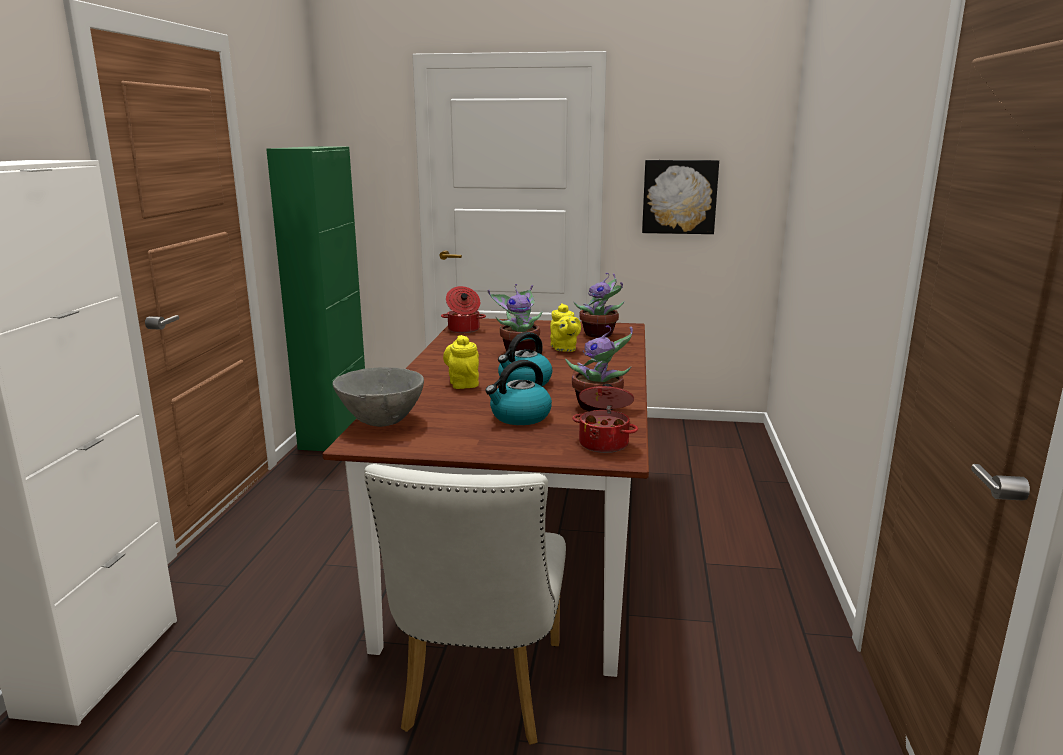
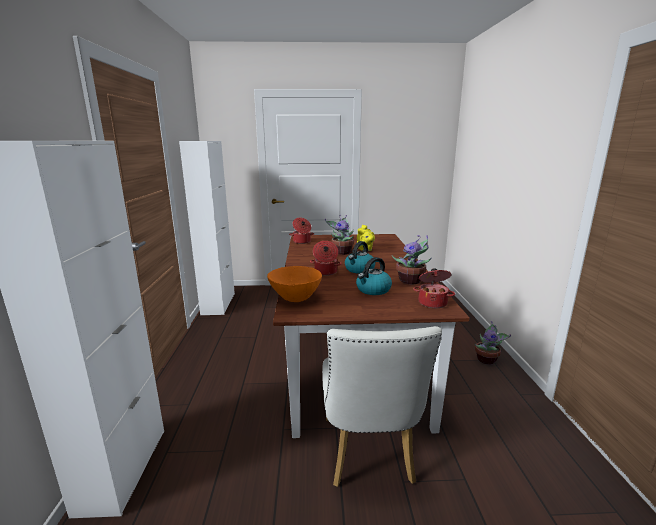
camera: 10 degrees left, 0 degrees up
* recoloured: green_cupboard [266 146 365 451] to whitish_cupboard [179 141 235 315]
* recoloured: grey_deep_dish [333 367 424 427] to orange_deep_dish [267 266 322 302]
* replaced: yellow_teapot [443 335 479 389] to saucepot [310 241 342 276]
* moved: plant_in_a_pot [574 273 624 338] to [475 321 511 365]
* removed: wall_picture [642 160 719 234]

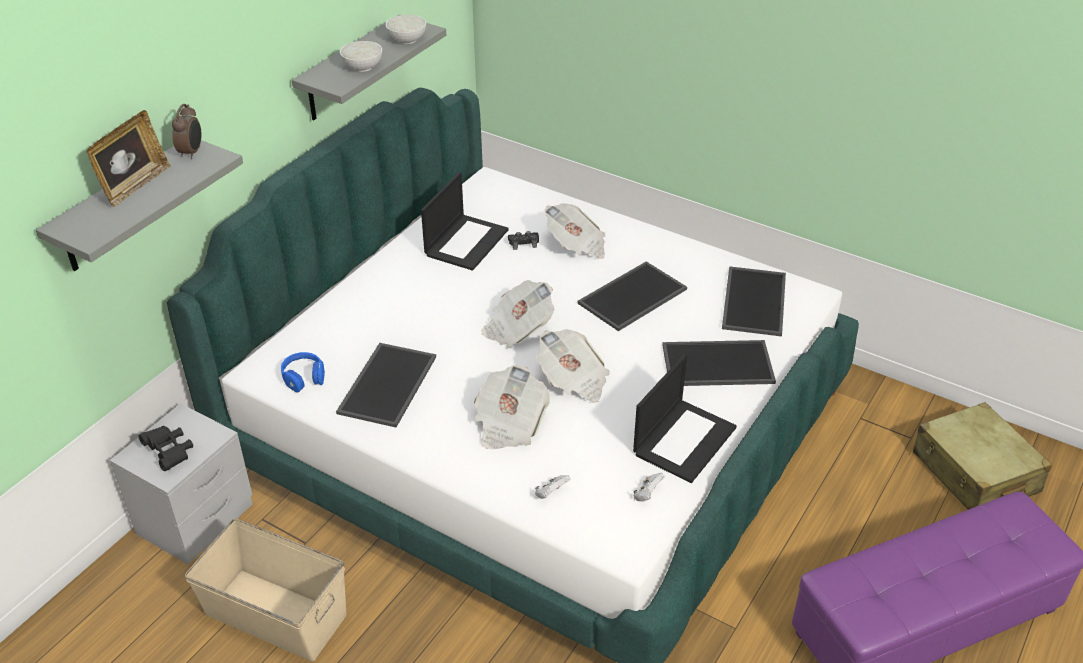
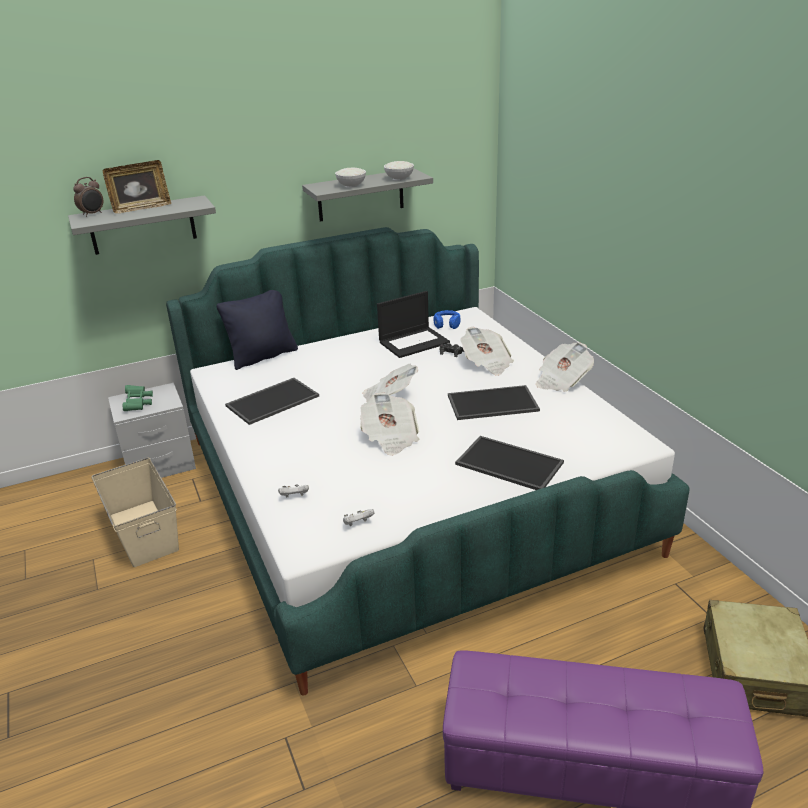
camera: 35 degrees right, 10 degrees down
* moved: bedside_clock [172 104 201 159] to [73 177 103 217]
* recoloured: black_binoculars [138 426 193 471] to green_binoculars [123 385 153 411]
* added: black_cushion [216 290 298 370]
* moved: blue_headset [281 352 325 393] to [433 310 461 329]
* moved: printed_paper [474 365 550 450] to [536 342 594 392]
* removed: notebook_computer [633 354 737 483]
* removed: carrying_tray [722 266 786 337]

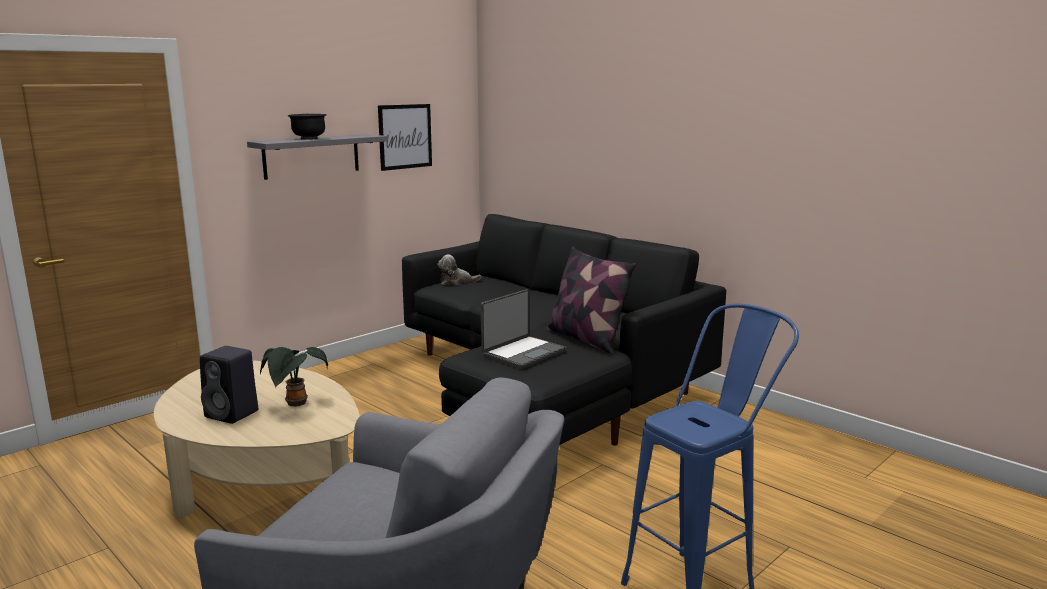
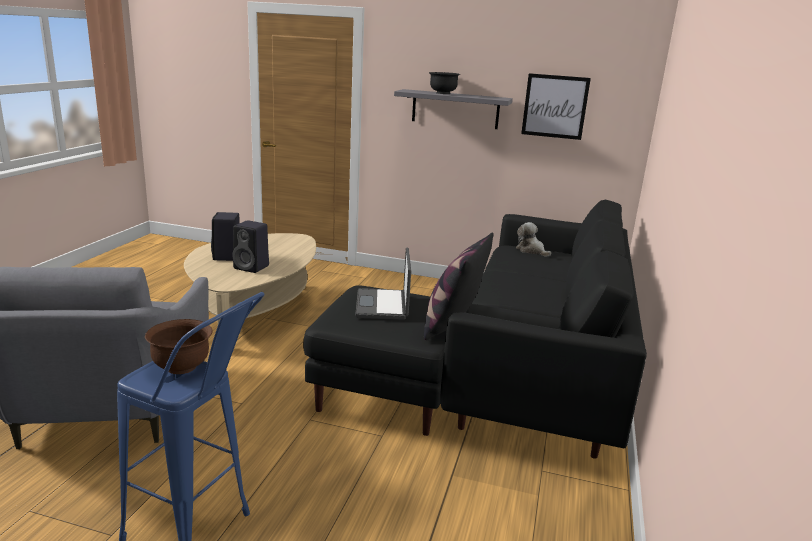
camera: 60 degrees right, 5 degrees up
* added: brown-coloured_deep_dish [145 319 213 374]
* replaced: plant_in_a_pot [260 347 328 407] to black_loudspeaker [232 220 269 273]
* turned: notebook_computer [481 289 566 369] = [355 248 411 320] 75 degrees clockwise

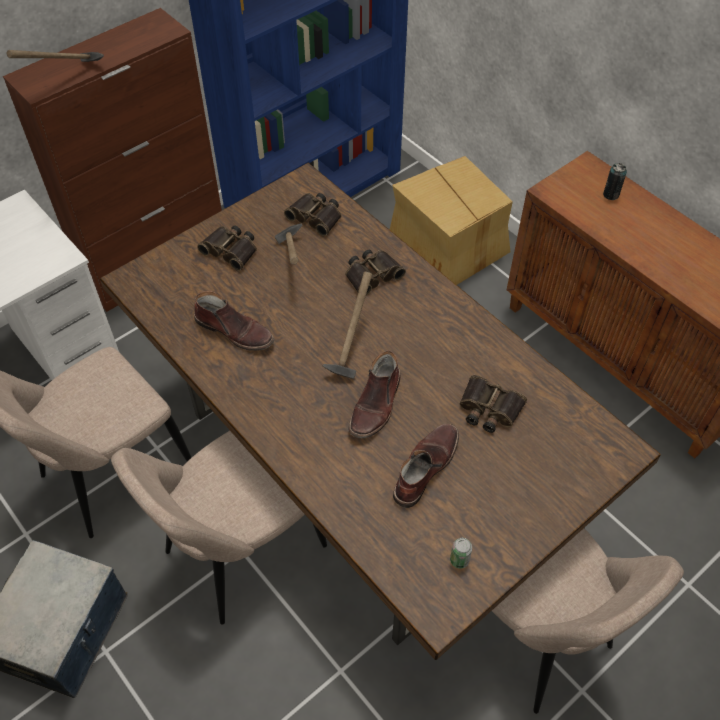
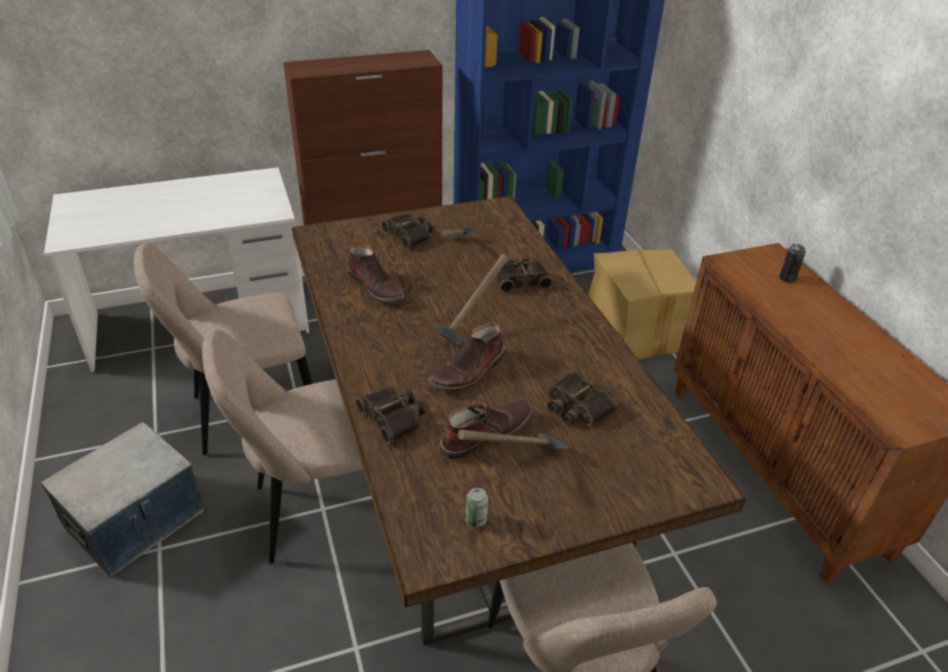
camera: 20 degrees right, 15 degrees down
* moved: binoculars [284 193 341 236] to [356 386 425 444]
* moved: hammer [7 50 104 62] to [458 430 569 449]

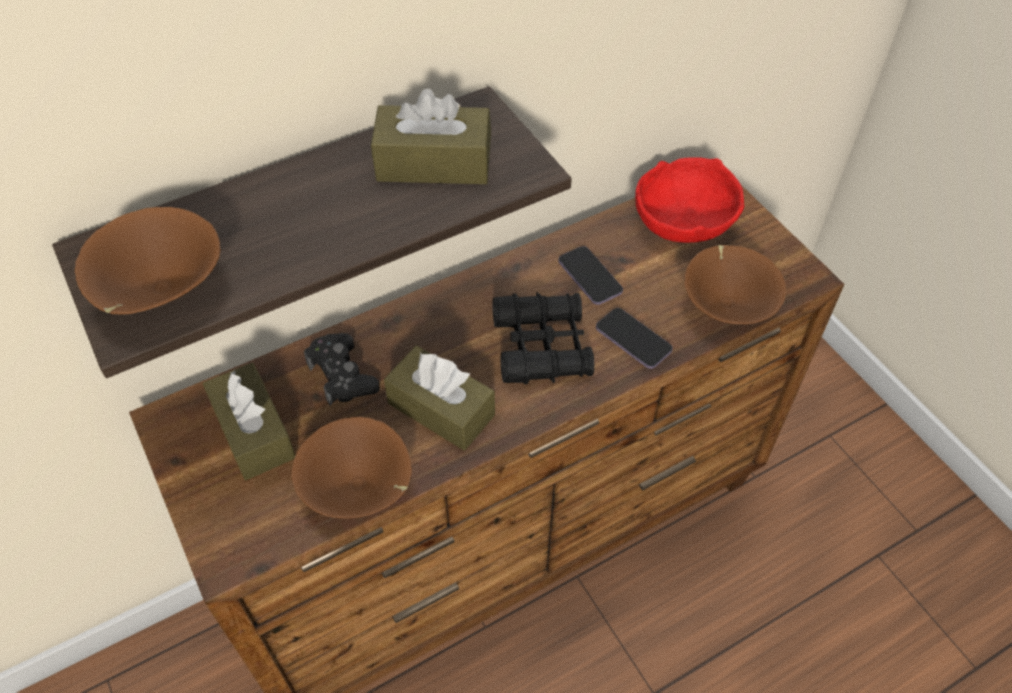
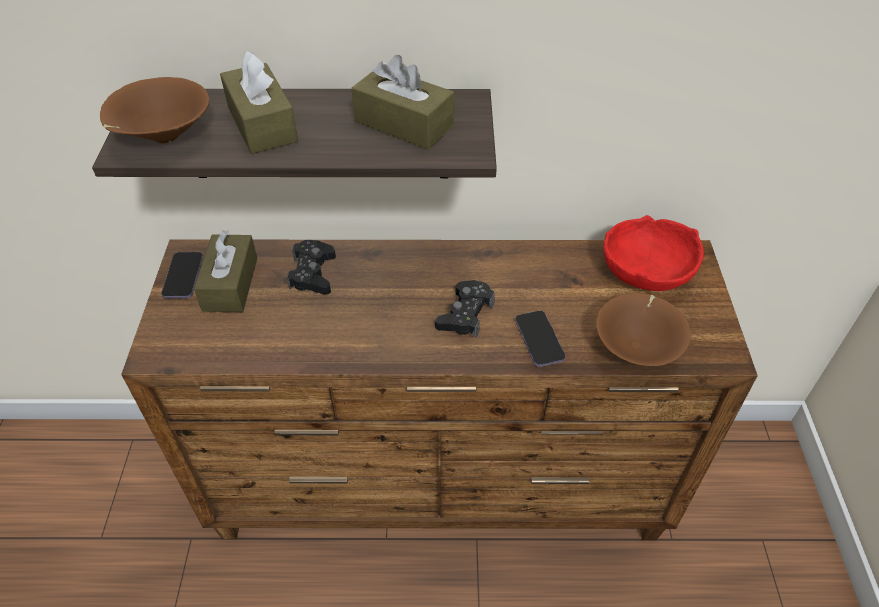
camera: 30 degrees right, 5 degrees down
* moved: handset [558 246 623 305] to [161 252 203 298]
* moved: brown-coloured_tissue_box [384 346 495 450] to [220 51 298 154]
* replaced: black_binoculars [492 292 594 384] to black_gamepad [435 280 495 338]
* removed: brown-coloured_deep_dish [291 417 412 519]

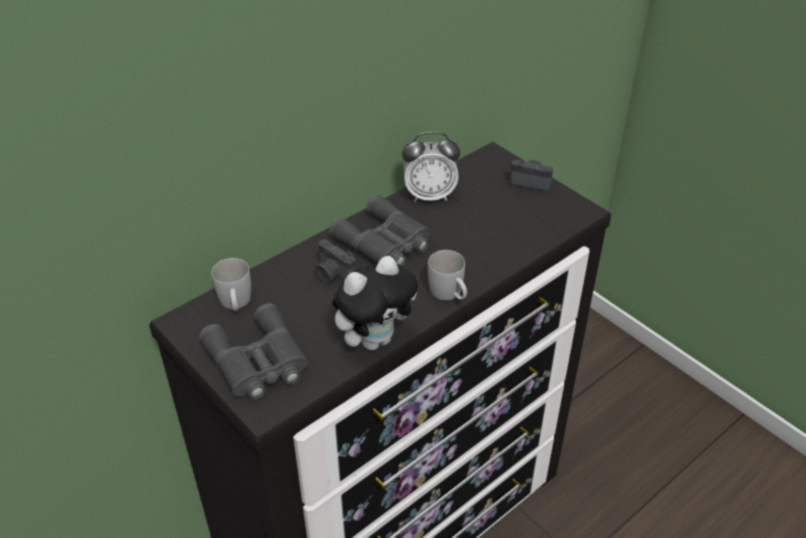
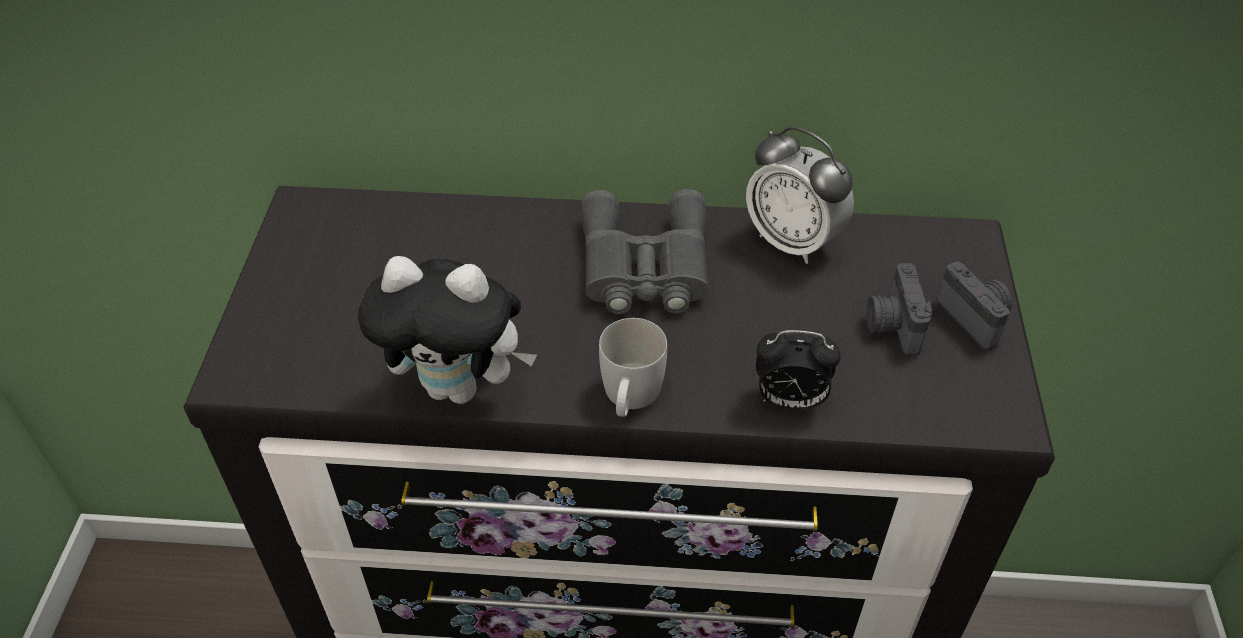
camera: 45 degrees right, 5 degrees up
* added: bedside_clock [756 330 841 411]
* moved: still_camera [315 239 356 284] to [866 263 932 356]
* removed: grey_binoculars [199 303 308 399]
* removed: whitish_tea_mug [211 258 251 311]

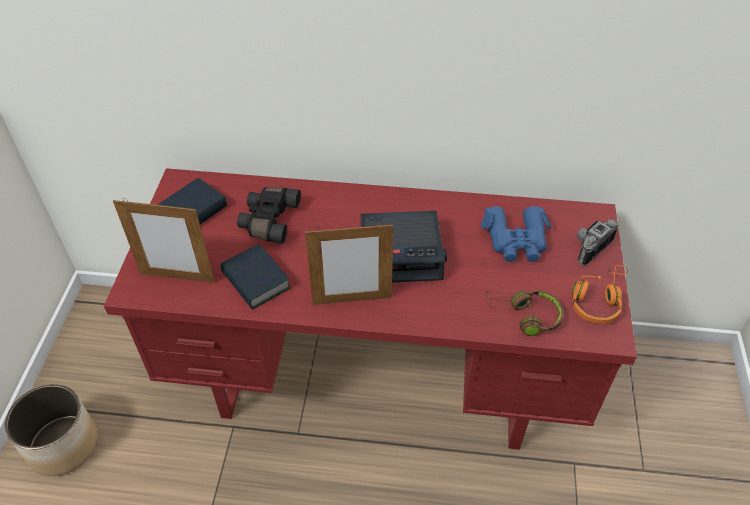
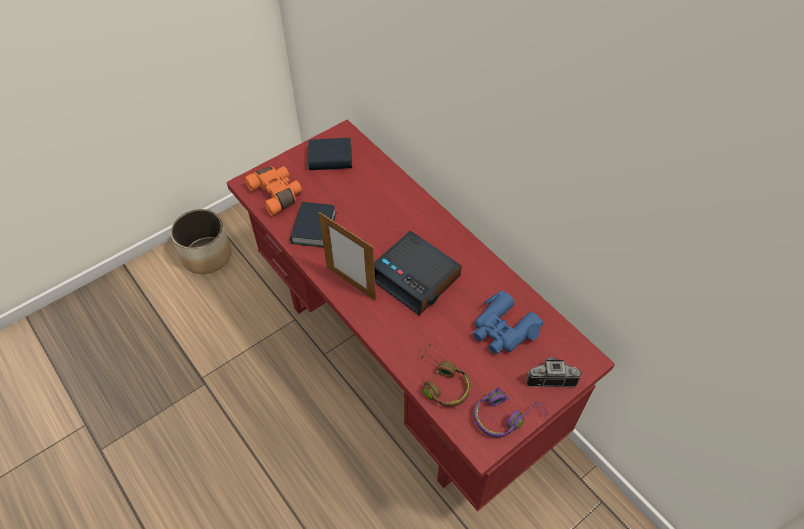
camera: 45 degrees right, 5 degrees up
* replaced: photo_frame [113 198 215 283] to orange_binoculars [244 166 302 215]
* recoloured: orange_headset [572 265 628 324] to purplish_headset [474 387 547 438]
* removed: black_binoculars [237 187 301 244]

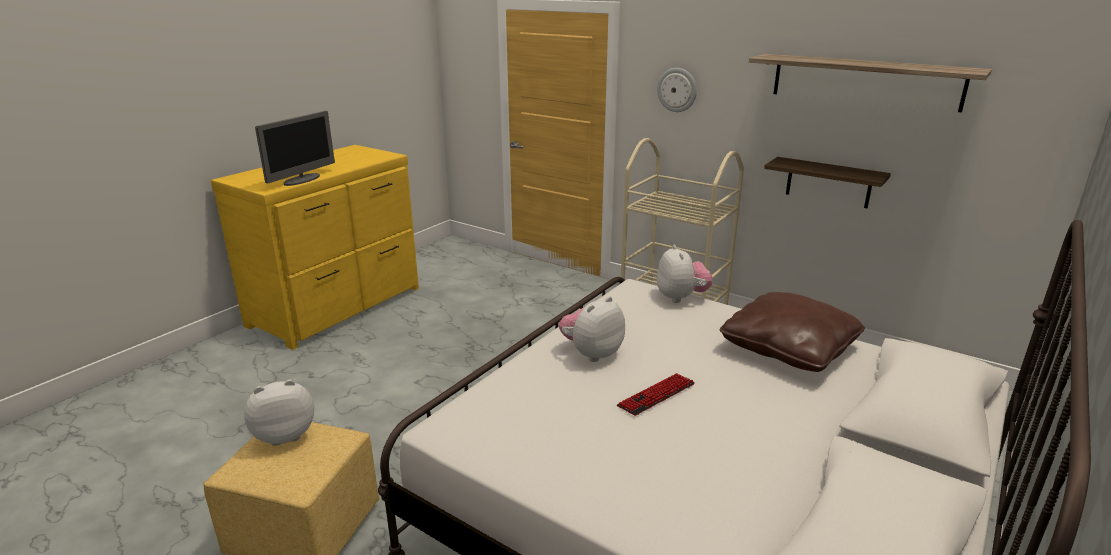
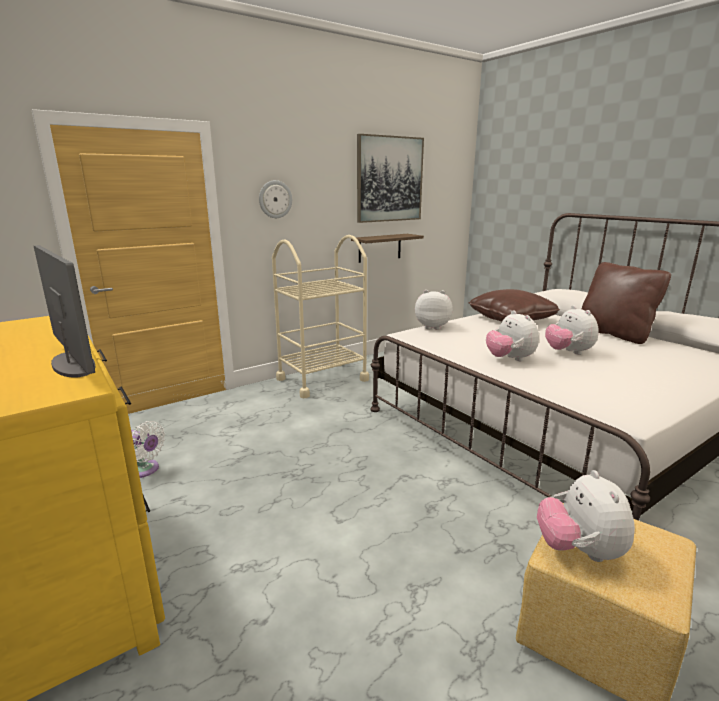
camera: 70 degrees left, 5 degrees down
* added: whitish_fan [131 421 165 478]
* replaced: wall_shelf [749 54 992 112] to wall_picture [357 134 424 223]
* replaced: computer_keyboard [617 373 695 416] to soft_toy [545 306 599 355]
* added: brown-coloured_cushion [582 262 671 344]

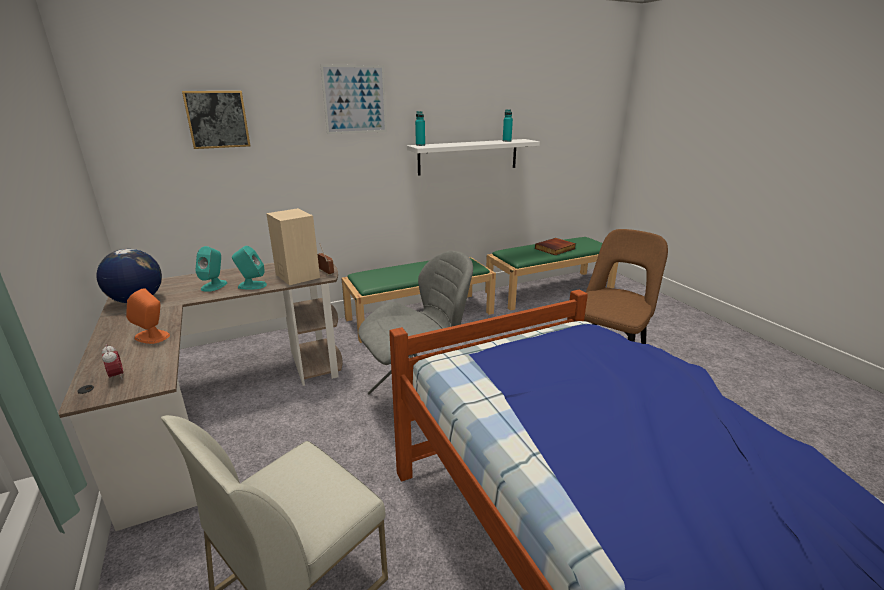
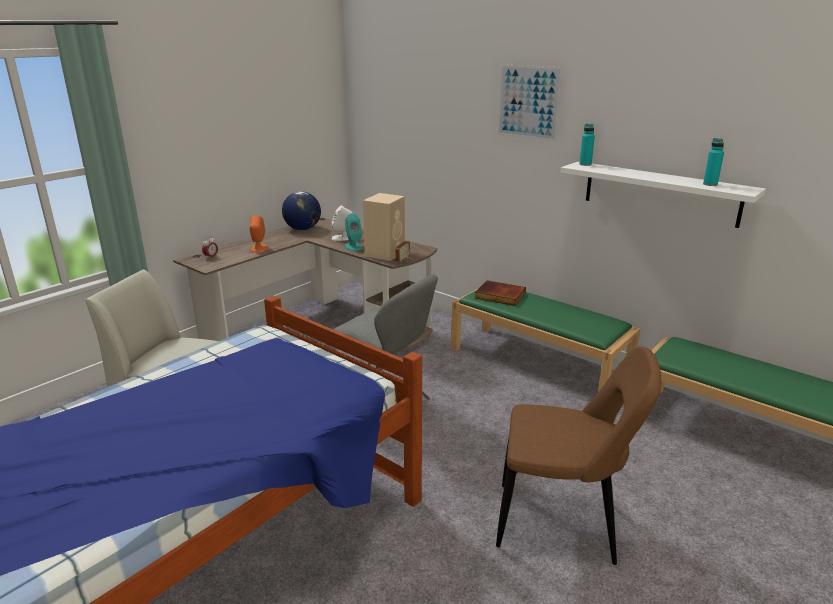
camera: 65 degrees right, 0 degrees up
* recoloured: turquoise-coloured_loudspeaker [195 246 227 292] to whitish_loudspeaker [331 206 353 241]
* moved: volume [535 238 576 255] to [475 280 526 306]
* removed: wall_picture [182 91 250 149]

